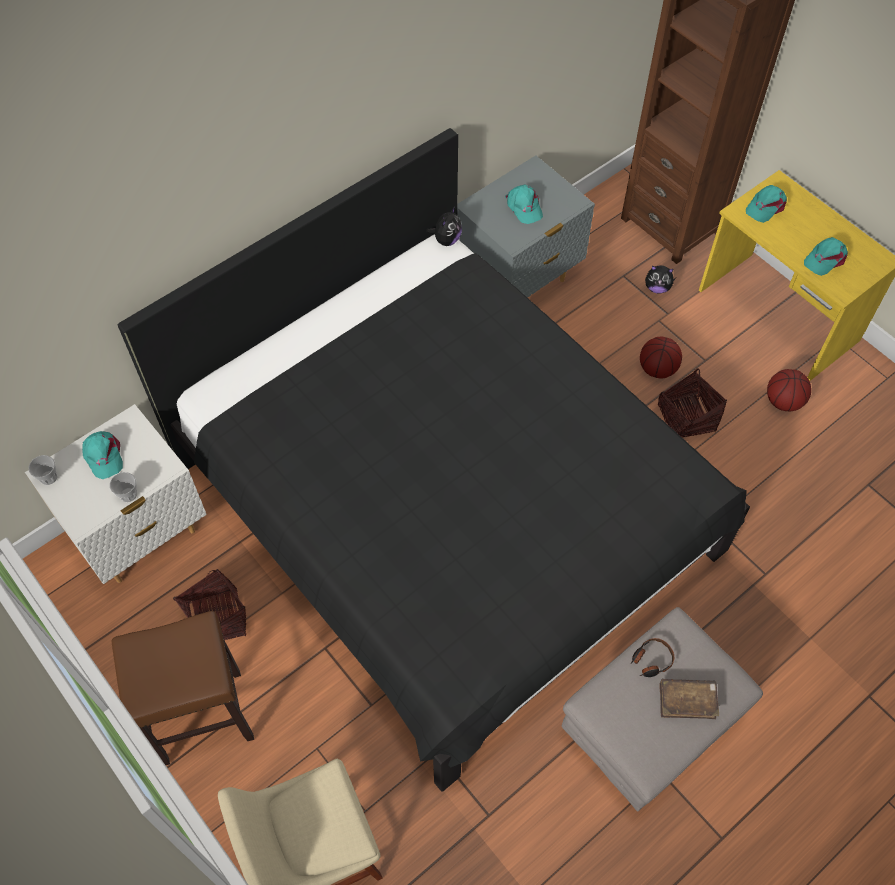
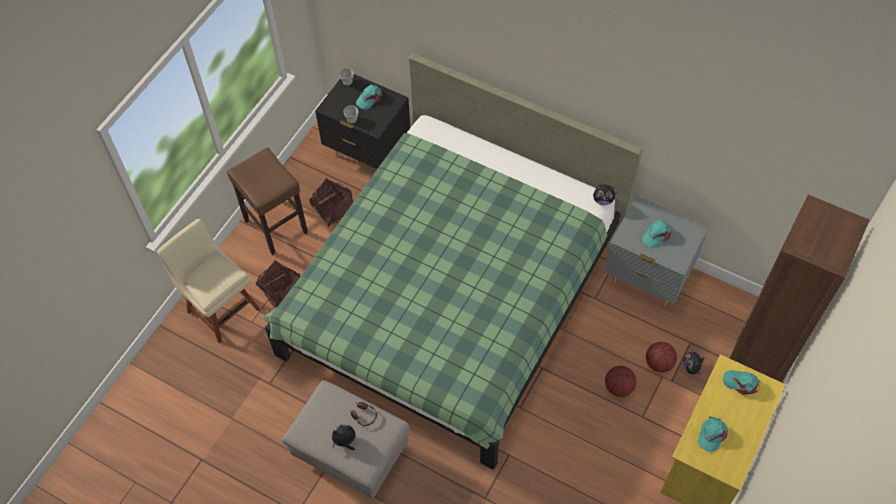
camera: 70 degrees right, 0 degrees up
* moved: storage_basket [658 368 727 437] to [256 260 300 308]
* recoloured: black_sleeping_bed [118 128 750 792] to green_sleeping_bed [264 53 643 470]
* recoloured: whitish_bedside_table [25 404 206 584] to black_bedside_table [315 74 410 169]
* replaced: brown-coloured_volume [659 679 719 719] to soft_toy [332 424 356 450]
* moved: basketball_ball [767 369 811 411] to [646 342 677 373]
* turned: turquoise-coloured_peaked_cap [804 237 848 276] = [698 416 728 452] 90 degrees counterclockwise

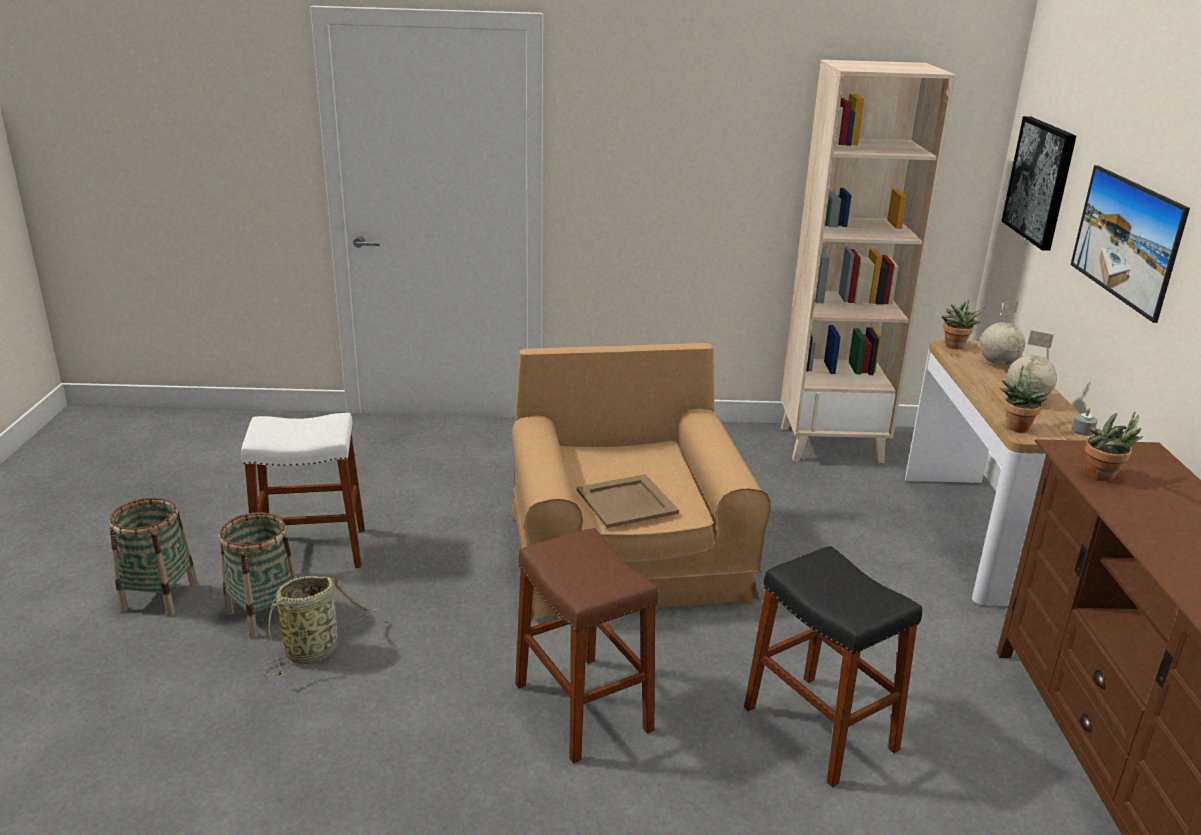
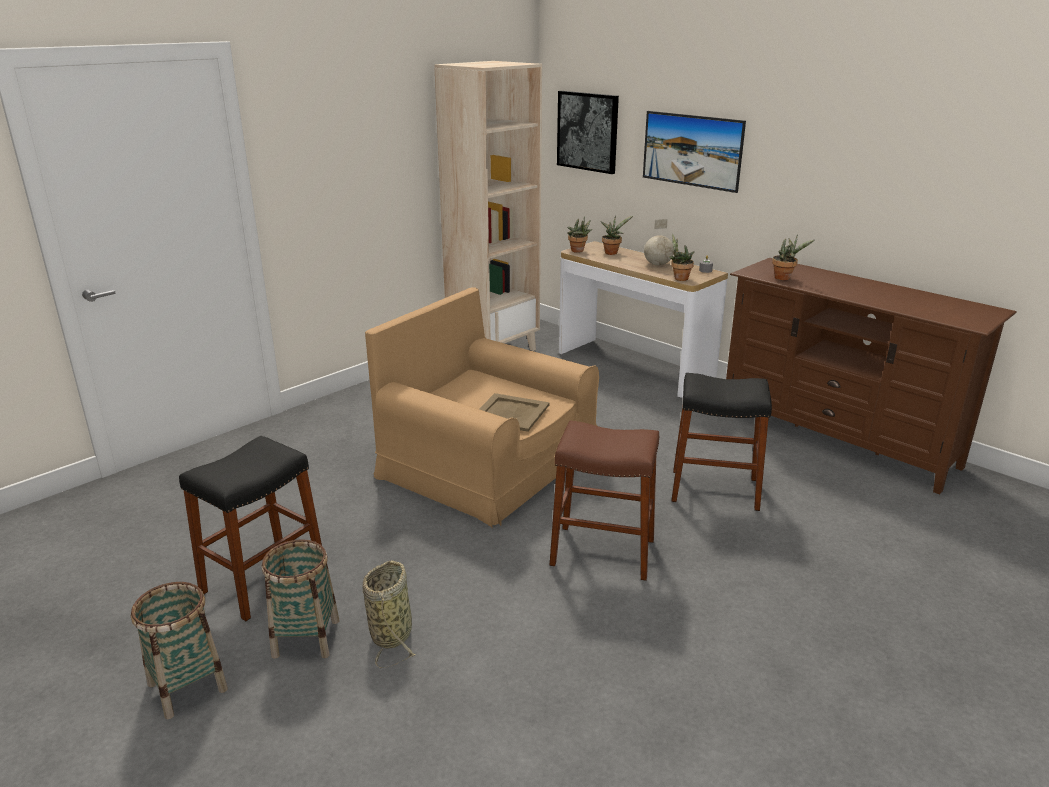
camera: 45 degrees left, 0 degrees up
* recoloured: whitish_stool [241 413 365 568] to black_stool [179 436 322 621]
* replaced: globe [980 300 1025 365] to plant_in_a_pot [600 215 634 255]

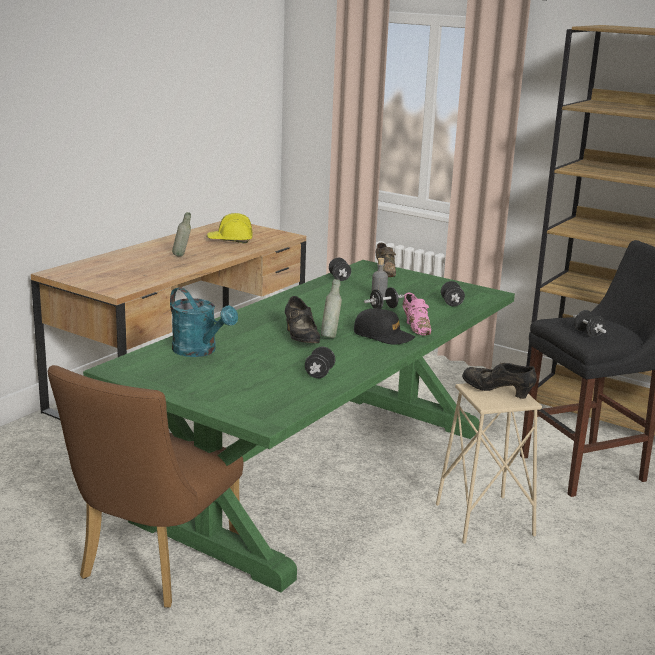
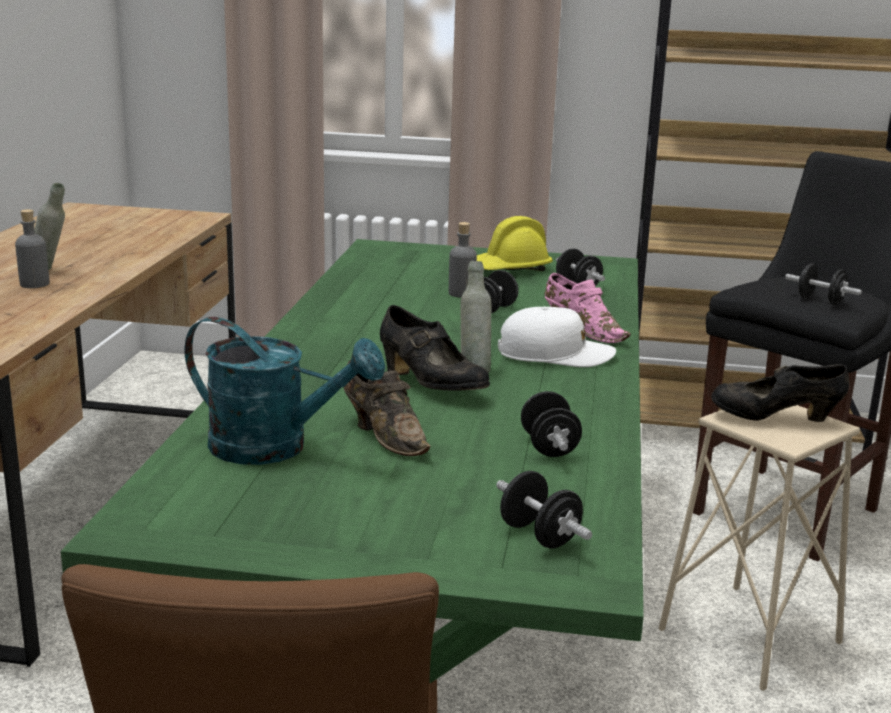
camera: 25 degrees left, 0 degrees up
* added: grey_bottle [15 209 50 288]
* moved: brown-coloured_item_of_footwear [376 243 396 277] to [344 360 430 456]
* moved: yellow_safety_helmet [207 213 253 244] to [477 216 553 271]
* moved: black_dumbbell [329 258 351 281] to [496 471 592 549]
* recoloured: black_peaked_cap [354 308 415 345] to whitish_peaked_cap [498 306 616 367]

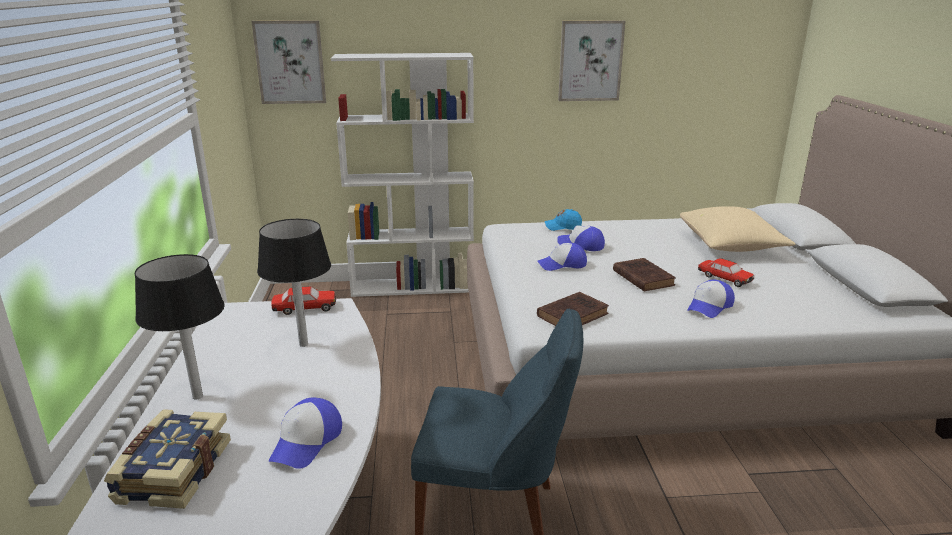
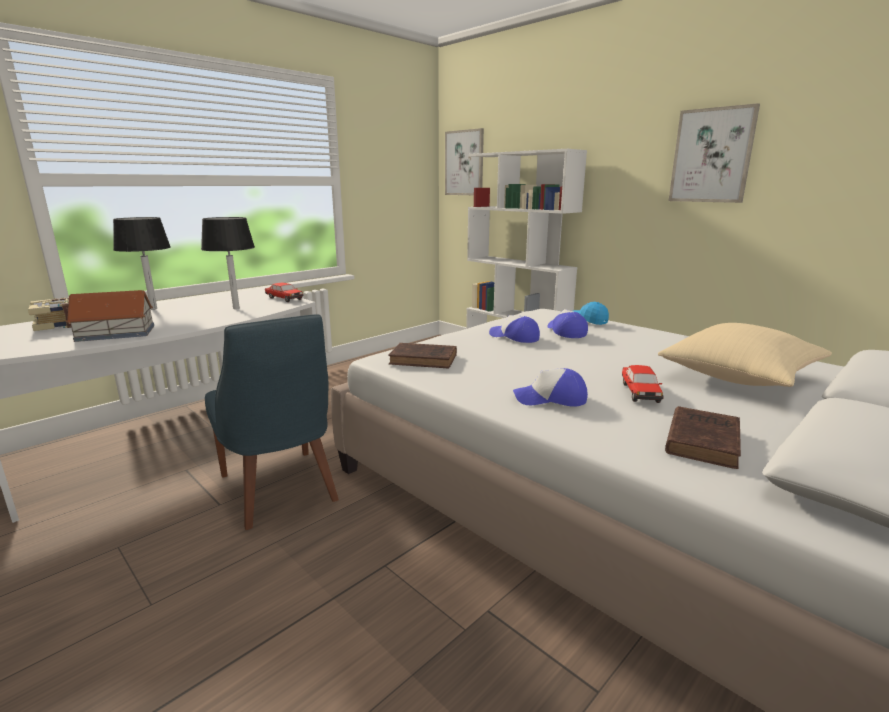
camera: 50 degrees right, 5 degrees down
* replaced: peaked_cap [269 397 342 469] to model_house [66 290 154 342]
* moved: brown-coloured_volume [613 258 676 292] to [665 406 741 469]

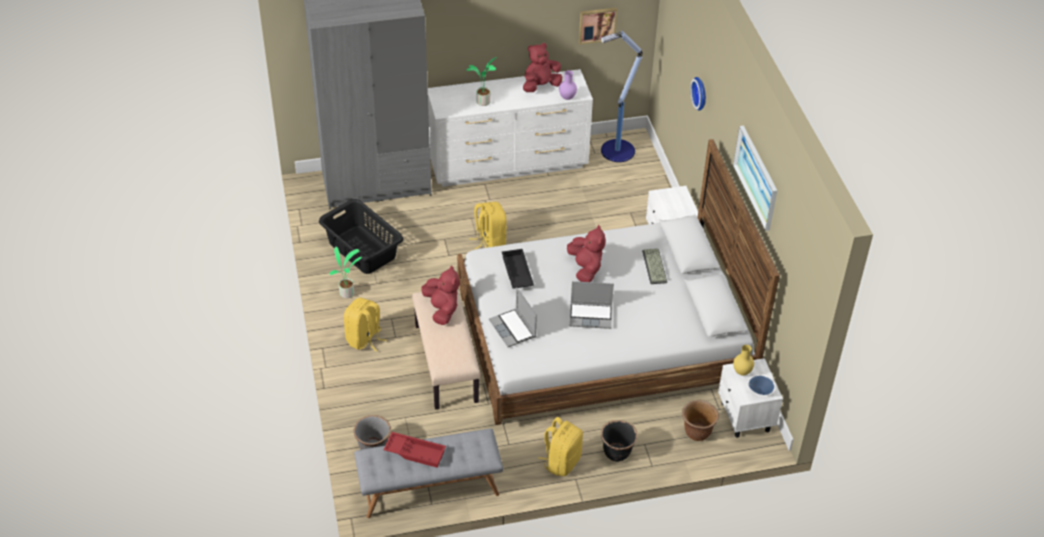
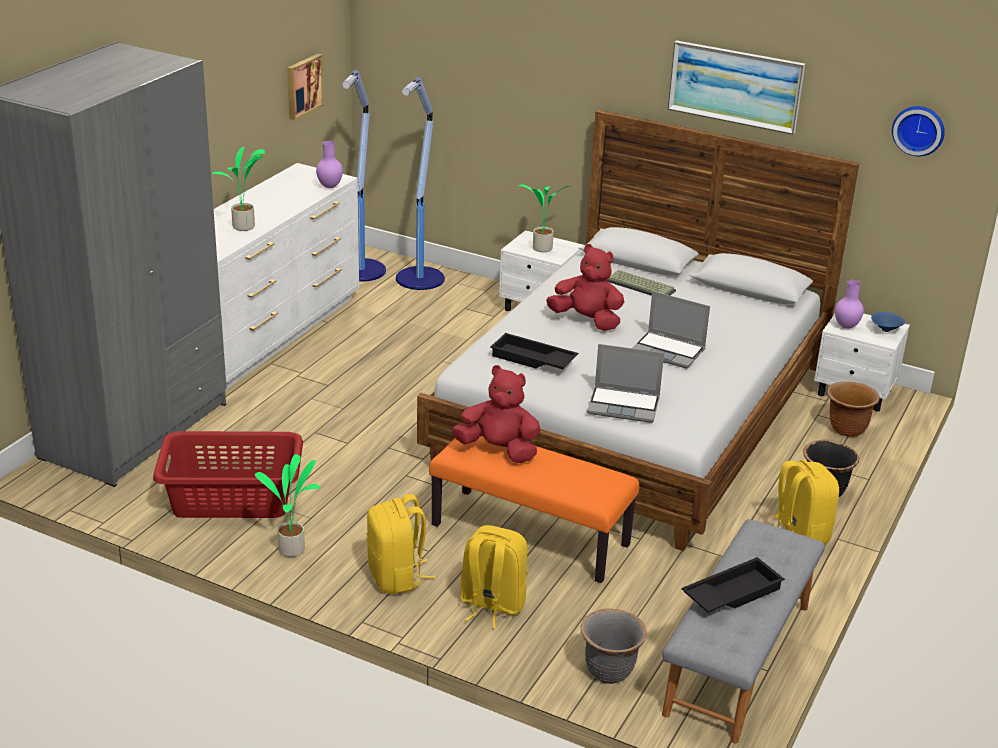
camera: 50 degrees left, 15 degrees down
* recoloured: black_washing_basket [319 199 403 274] to red_washing_basket [153 431 303 518]
* added: floor_lamp [396 76 445 290]
* recoloured: beige_long_seat [412 289 481 410] to orange_long_seat [429 436 639 583]
* moved: yellow_knapsack [469 202 507 249] to [460 525 527 629]
* added: plant_in_a_pot [519 184 570 252]
* turned: notebook_computer [570 281 614 329] = [632 291 710 369] 75 degrees clockwise
* recoloured: red_carrying_tray [383 432 446 468] to black_carrying_tray [681 557 785 613]
* recoloured: yellow_flower_vase [733 345 754 376] to purplish_flower_vase [835 280 864 329]
* moved: hanging_clock [690 77 706 111] to [892 106 945 156]
* removed: red_soft_toy [523 43 562 92]

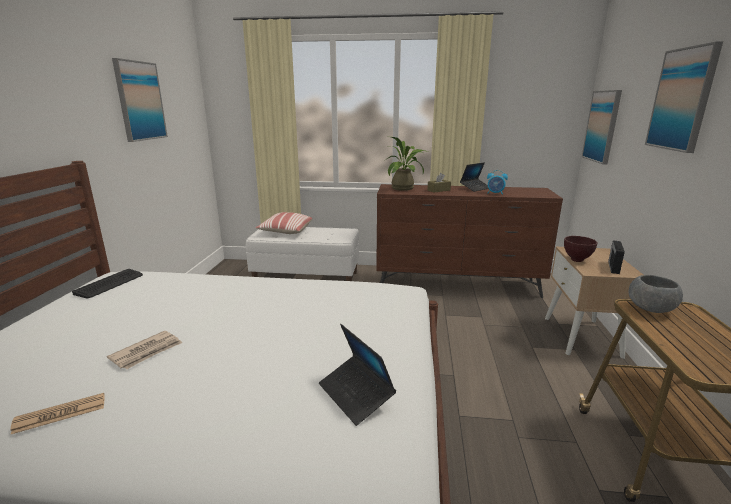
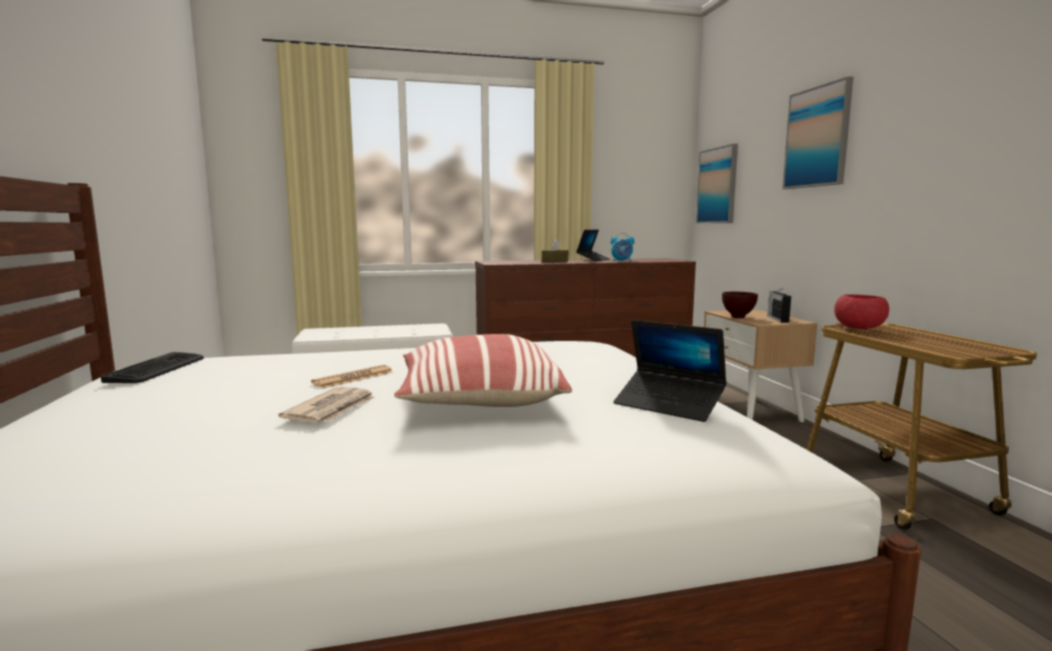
camera: 20 degrees left, 10 degrees down
* moved: printed_paper [10 393 105 434] to [311 365 393 388]
* moved: cushion [256 212 312 234] to [394 334 572 407]
* recoloured: grey_deep_dish [629 275 683 313] to red_deep_dish [834 294 889 329]
* removed: wall_picture [112 58 168 142]
* removed: plant_in_a_pot [387 137 428 191]

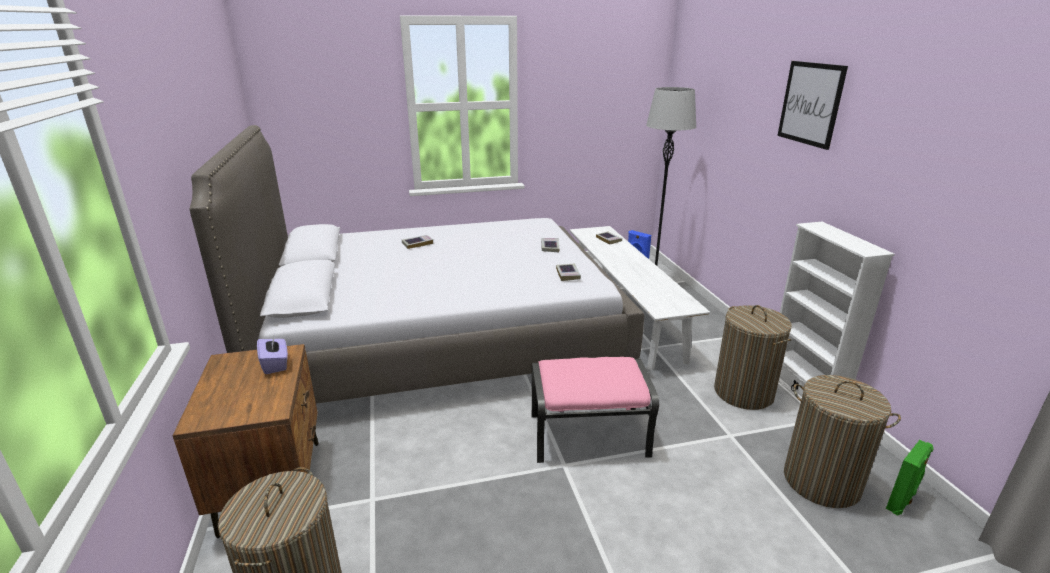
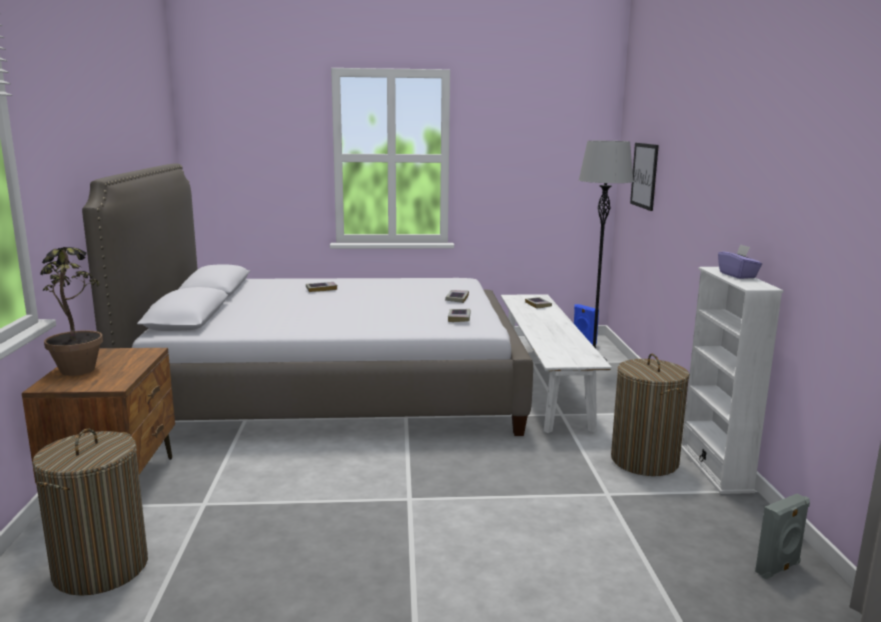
camera: 10 degrees right, 10 degrees down
* added: plant_in_a_pot [40 247 103 376]
* moved: wall_picture [777 61 848 150] to [630 143 659 211]
* moved: purplish_tissue_box [257 337 288 374] to [718 244 762 279]
* recoloured: green_loudspeaker [886 440 934 516] to grey_loudspeaker [755 493 810 579]
* removed: pink-coloured_footrest [531 357 659 463]
* removed: washing_basket [784 375 901 508]

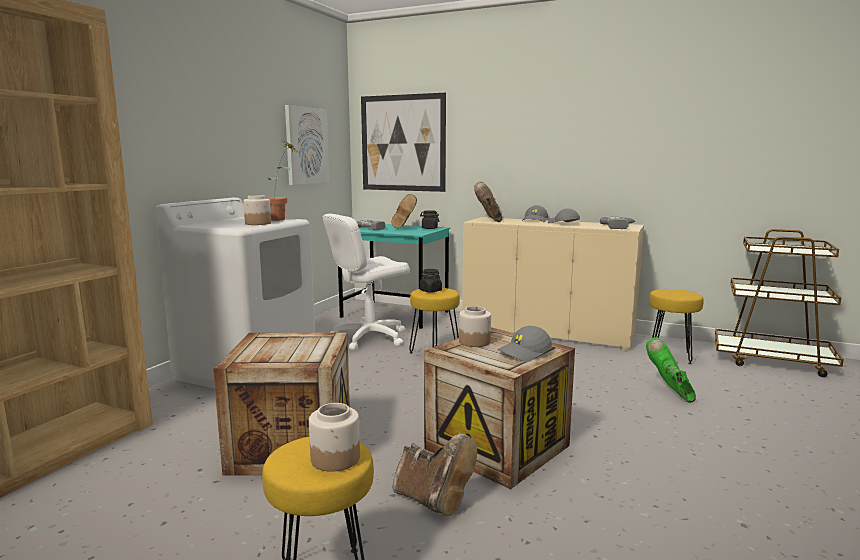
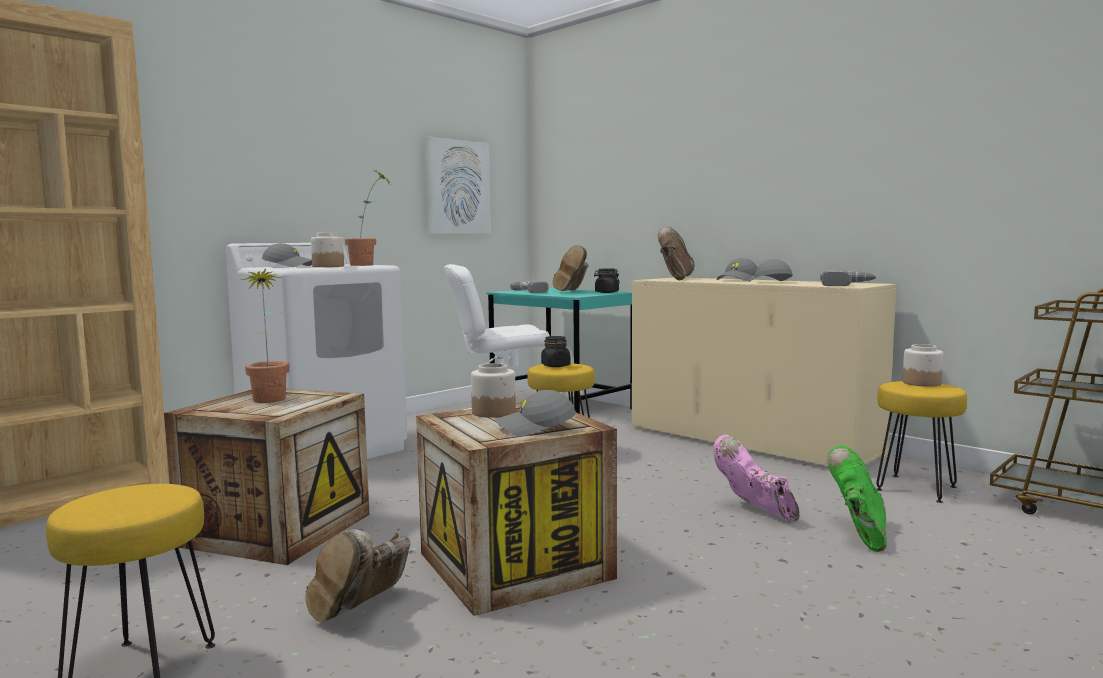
camera: 20 degrees right, 5 degrees down
* added: plant_in_a_pot [240 268 290 403]
* added: grey_peaked_cap [262 243 312 267]
* turned: brown-coloured_boot [393 434 477 516] = [306 529 411 622] 60 degrees clockwise
* added: pink-coloured_boot [713 435 800 523]
* moved: preserve_jar [309 403 360 472] to [903 344 943 387]
* removed: wall_picture [361 93 446 192]

